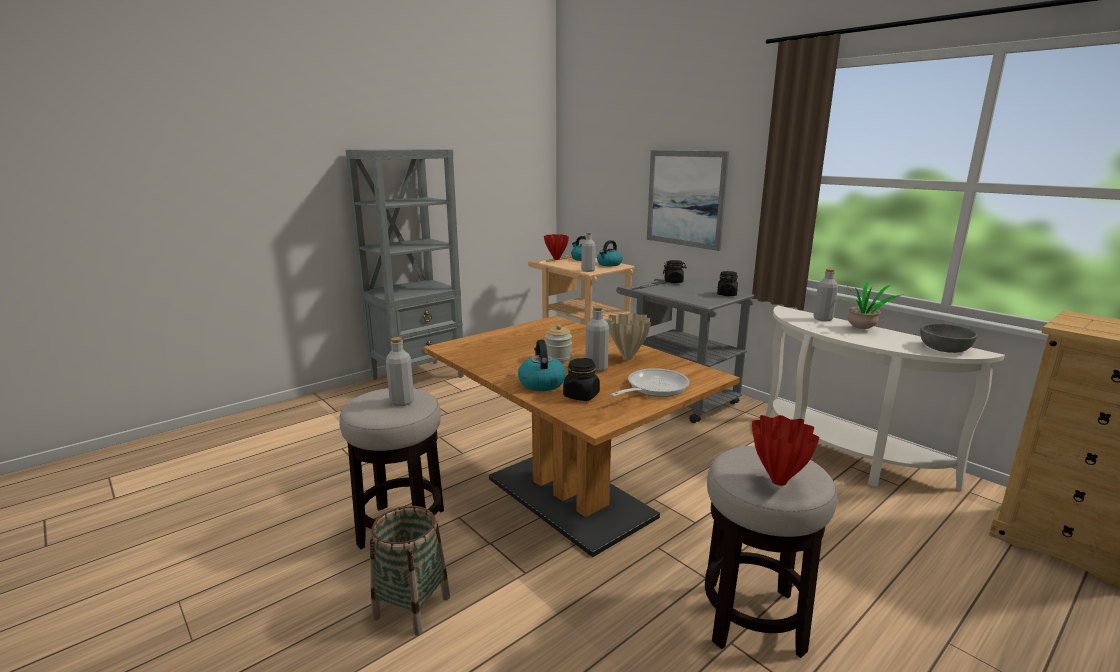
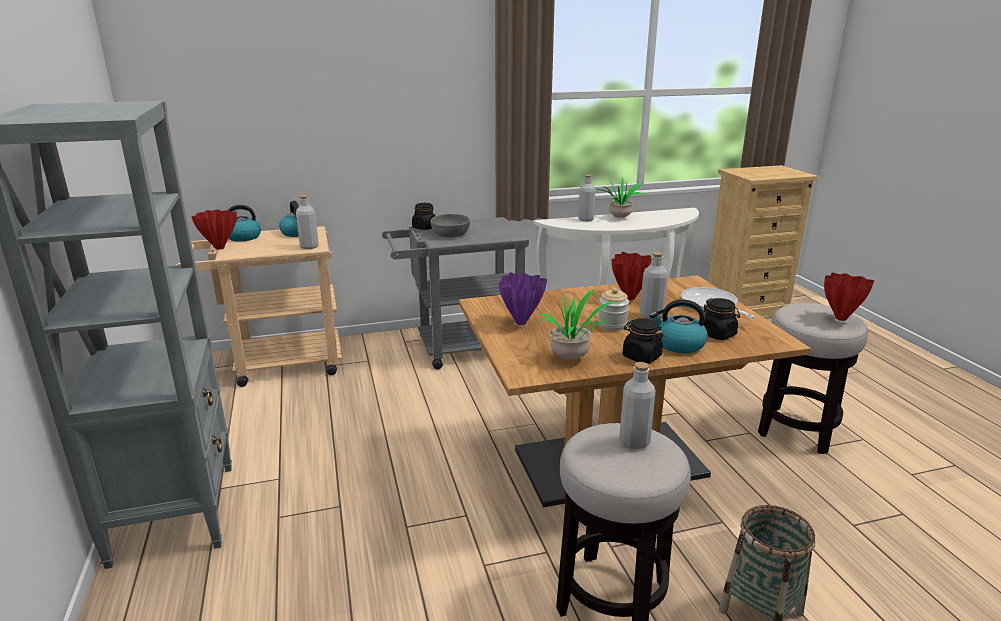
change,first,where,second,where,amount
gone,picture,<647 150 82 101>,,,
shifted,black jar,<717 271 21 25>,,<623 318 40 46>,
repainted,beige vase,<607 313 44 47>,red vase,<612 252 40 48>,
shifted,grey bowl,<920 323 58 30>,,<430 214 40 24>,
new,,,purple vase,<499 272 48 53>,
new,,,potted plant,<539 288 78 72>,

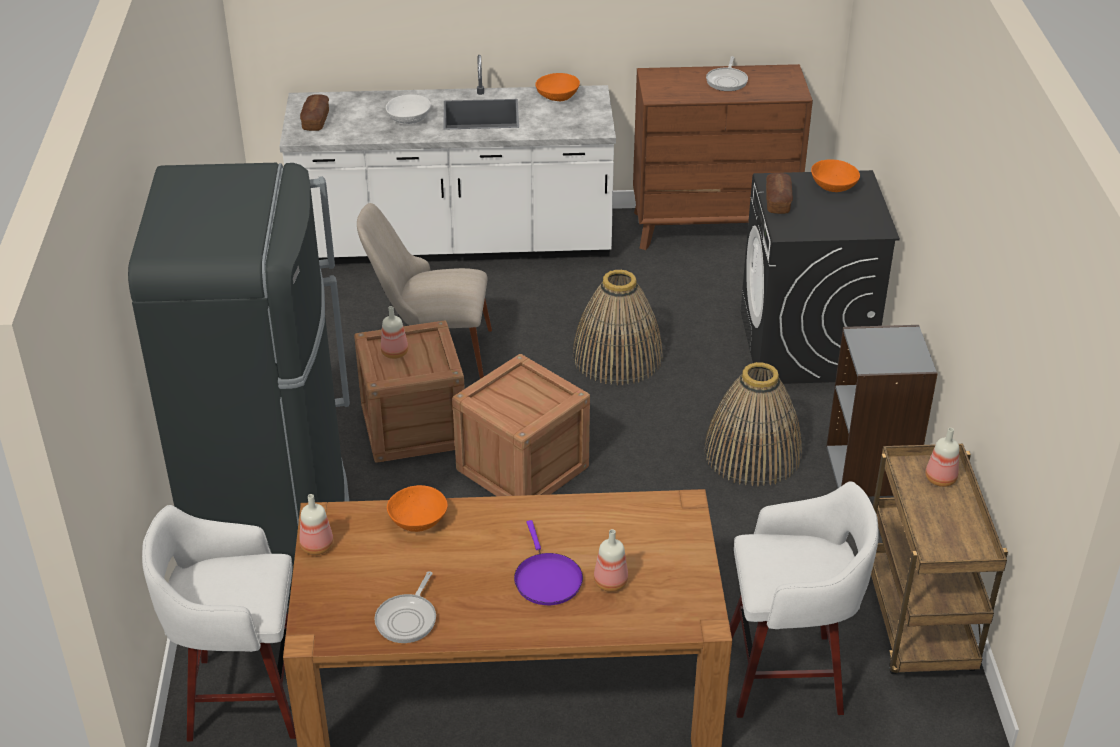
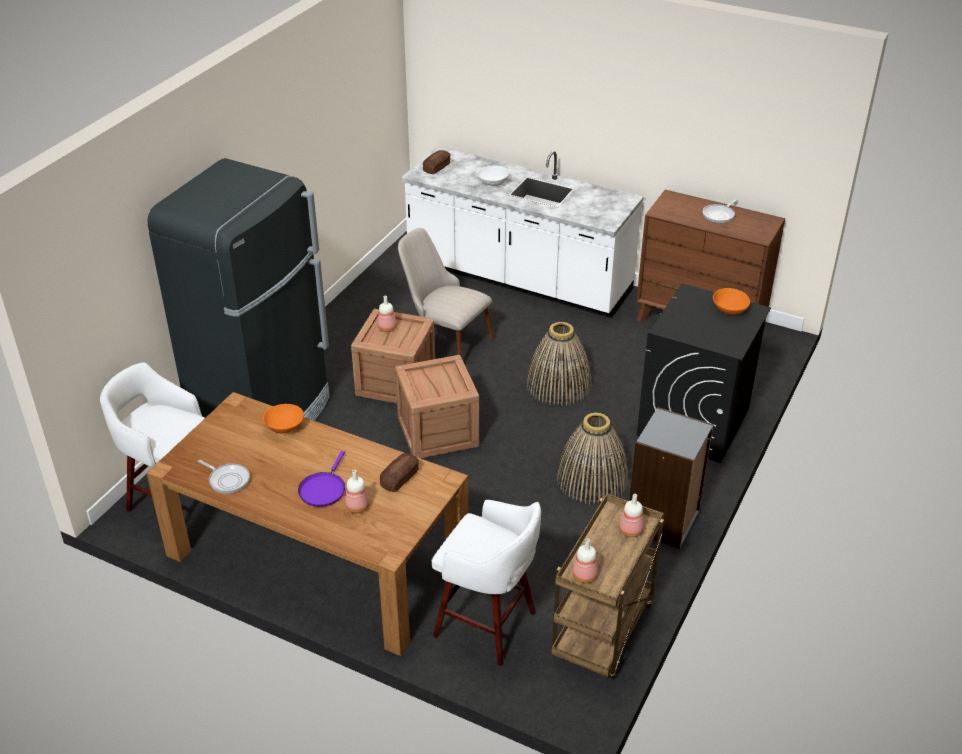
change,first,where,second,where,amount
gone,orange bowl,<535 73 45 28>,,,
shifted,bread,<766 173 27 41>,,<380 453 39 39>,
shifted,bottle,<299 494 35 61>,,<572 538 26 45>,
rotated,frying pan,<374 571 62 72>,,<198 460 52 34>,105 degrees counterclockwise

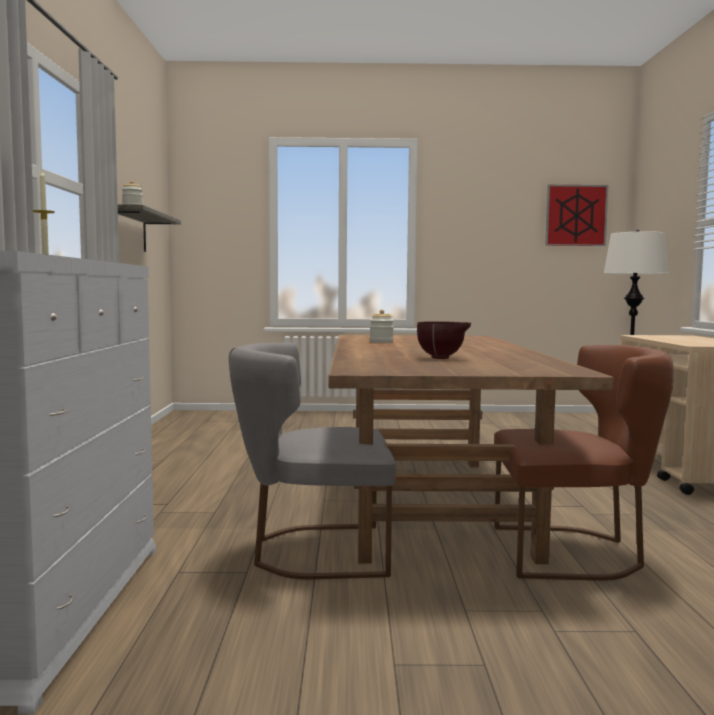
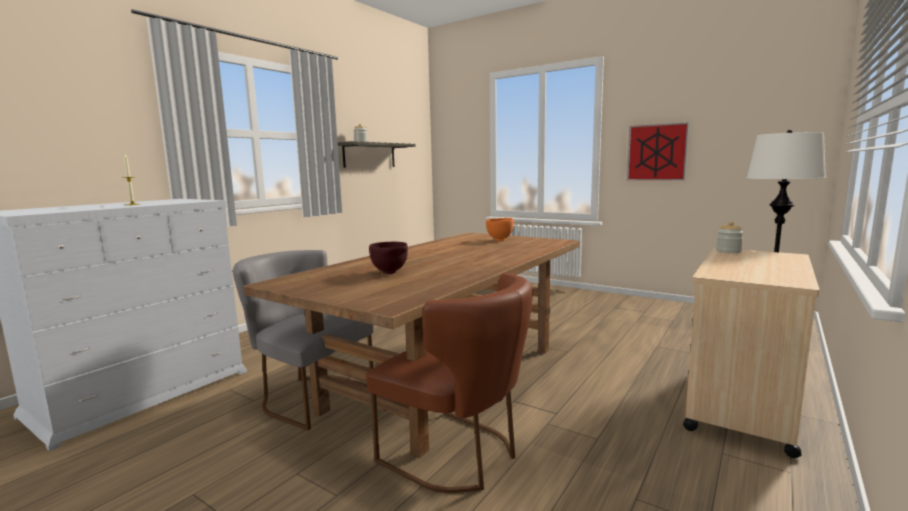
change,first,where,second,where,amount
shifted,picture,<545 185 63 61>,,<627 122 62 58>,
shifted,jar,<370 309 24 34>,,<716 222 27 31>,
new,,,orange bowl,<486 218 27 23>,

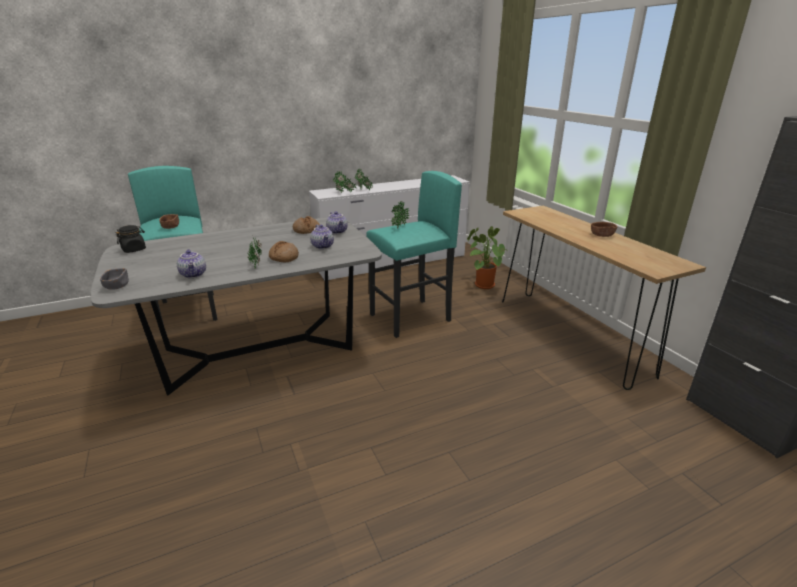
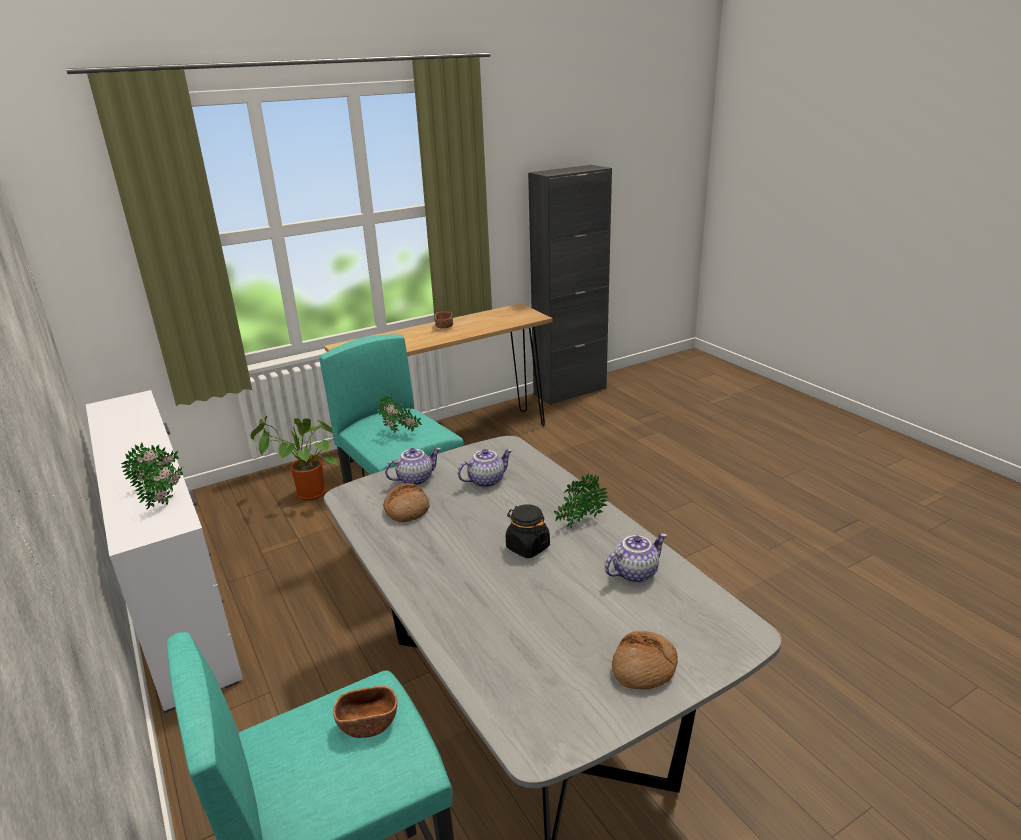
change,first,where,second,where,amount
shifted,black jar,<116 225 30 28>,,<506 504 44 54>,
shifted,bread,<269 241 30 21>,,<612 631 66 59>,
gone,grey bowl,<100 268 29 22>,,,

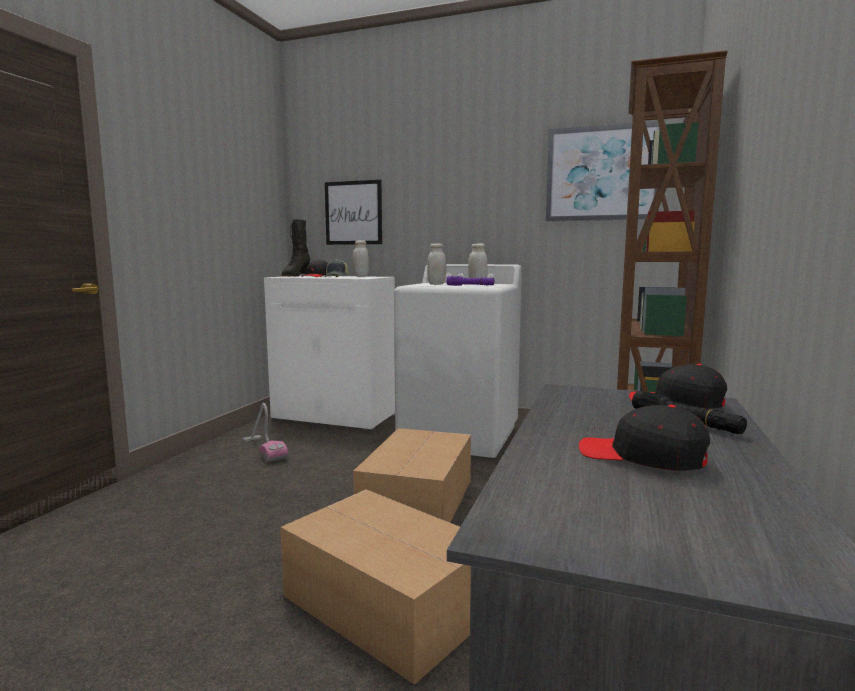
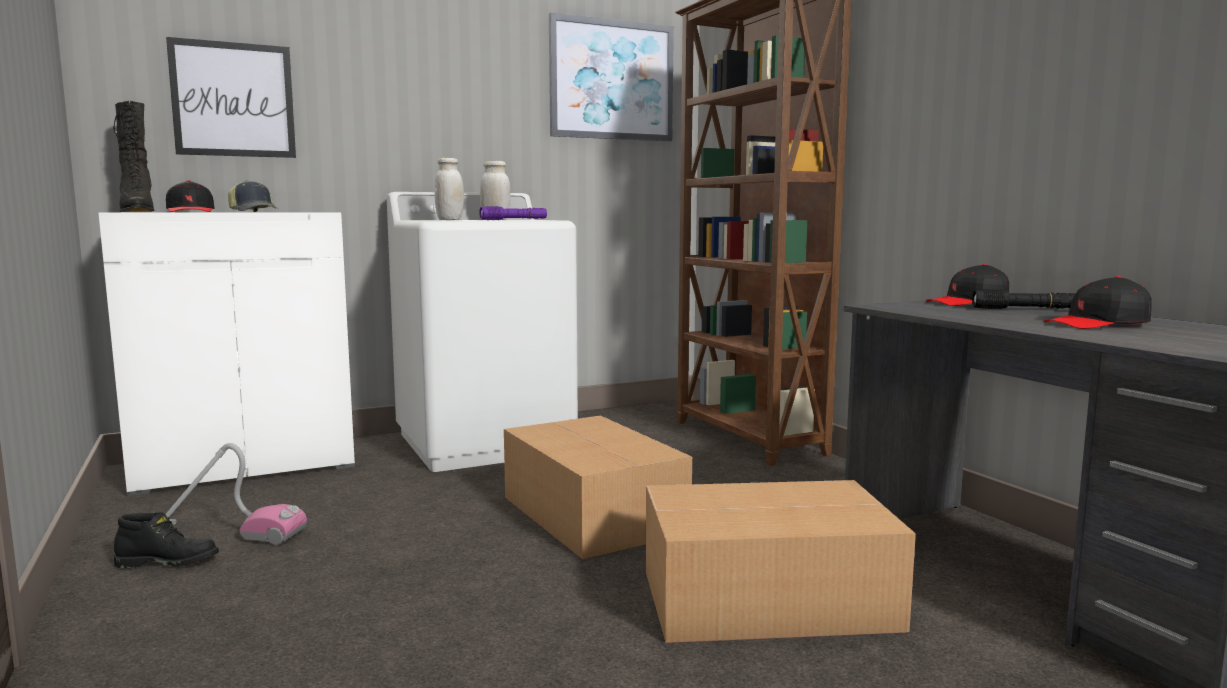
change,first,where,second,where,amount
gone,white jar,<353 240 16 37>,,,
new,,,black boot,<114 512 105 56>,

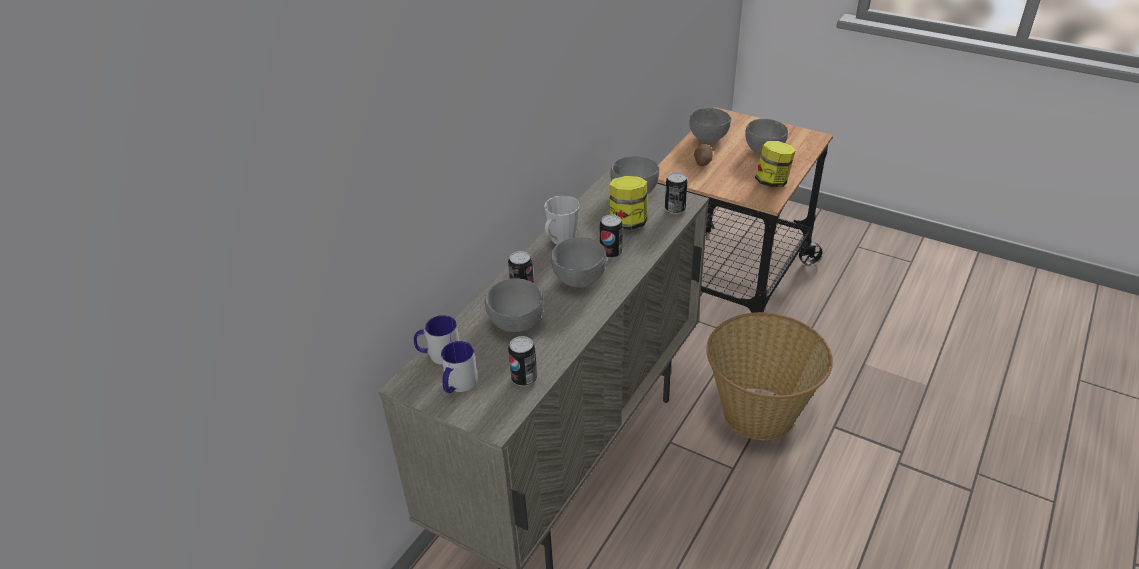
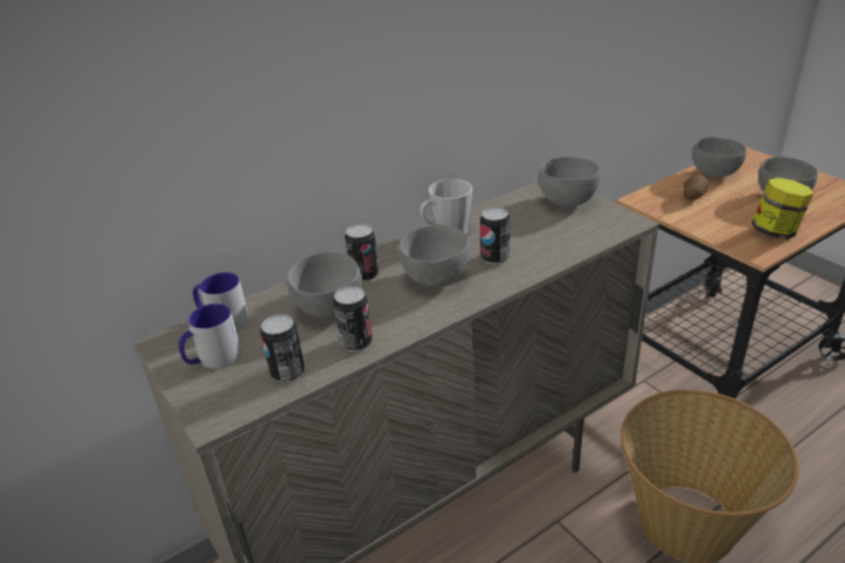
change,first,where,second,where,amount
shifted,can,<665 172 23 42>,,<333 286 39 66>,
gone,jar,<609 176 38 54>,,,

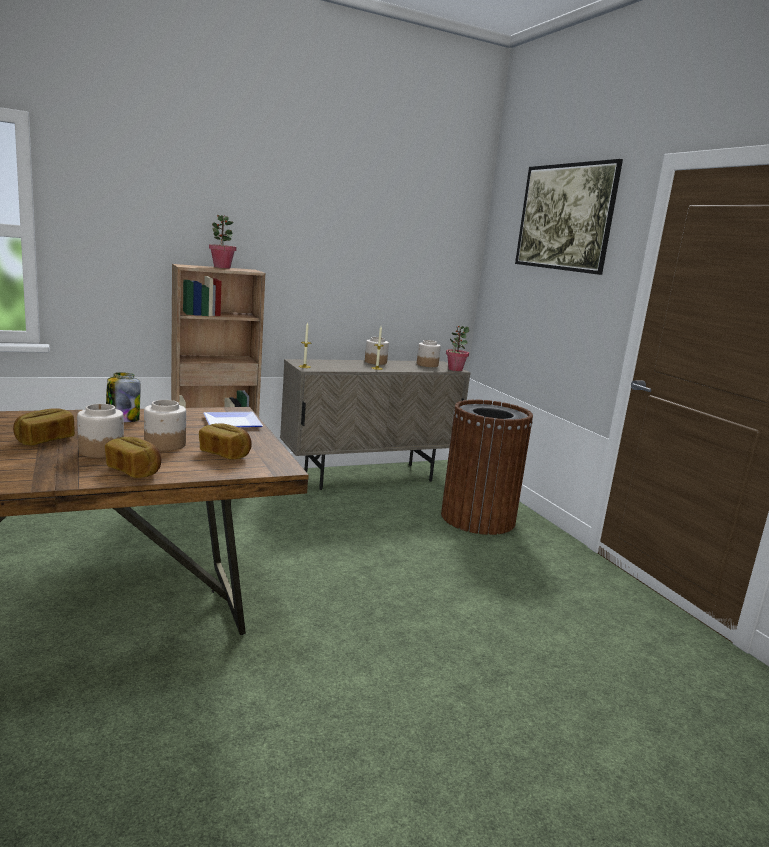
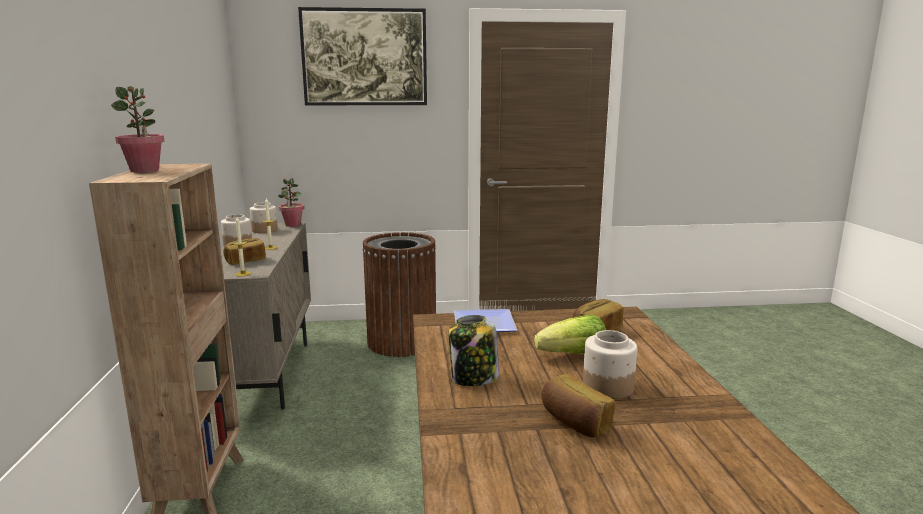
change,first,where,second,where,amount
swapped,jar,<144 400 42 51>,lettuce,<534 314 72 40>,
shifted,bread,<105 437 56 41>,,<223 238 43 27>,

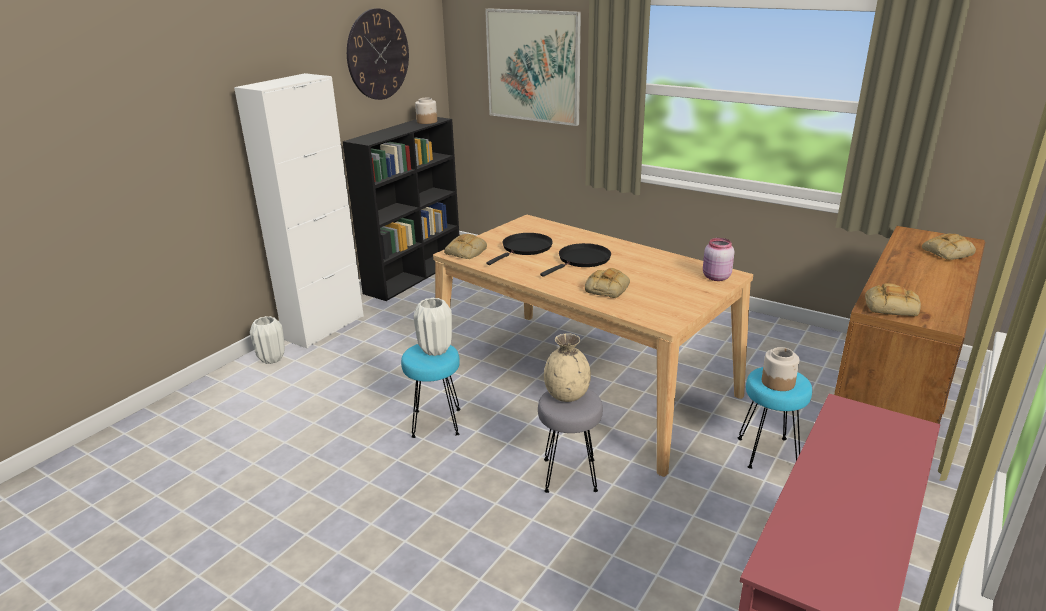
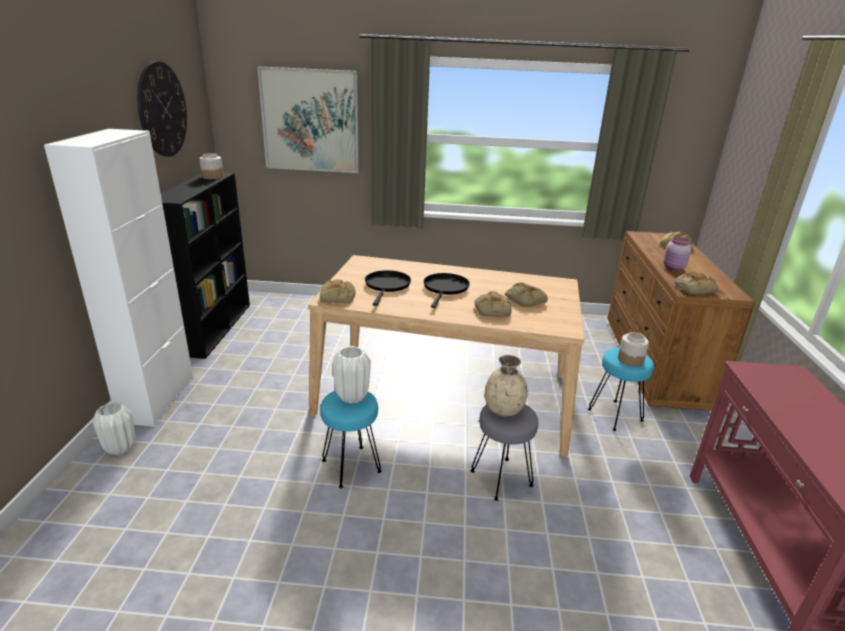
change,first,where,second,where,amount
shifted,pink jar,<703 238 31 43>,,<664 237 27 34>,
new,,,bread,<505 282 43 25>,

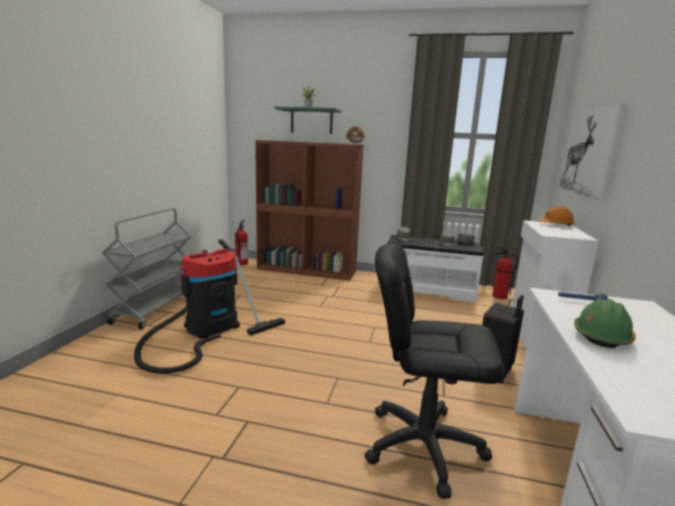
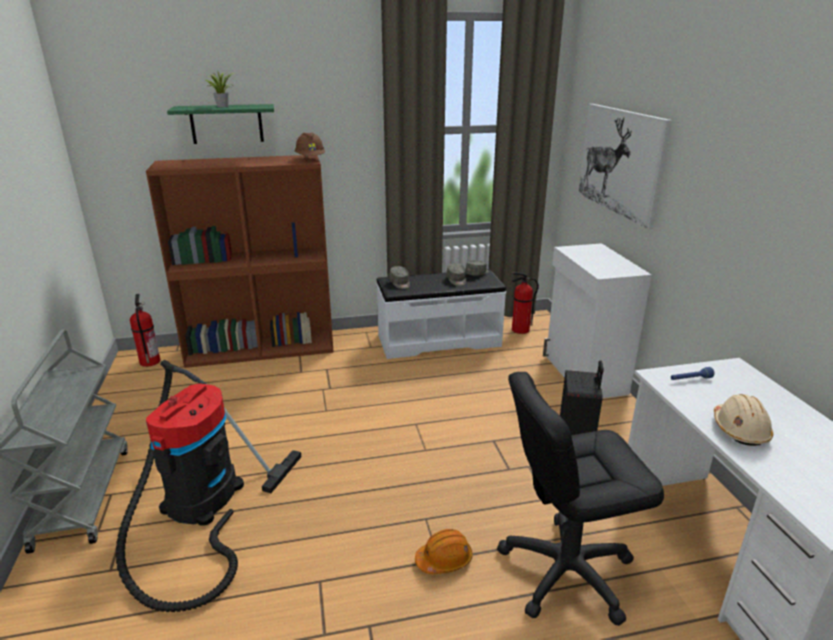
change,first,where,second,where,amount
shifted,orange hard hat,<538 206 37 20>,,<415 529 58 45>,
repainted,green hard hat,<574 299 62 49>,beige hard hat,<714 394 59 52>,

